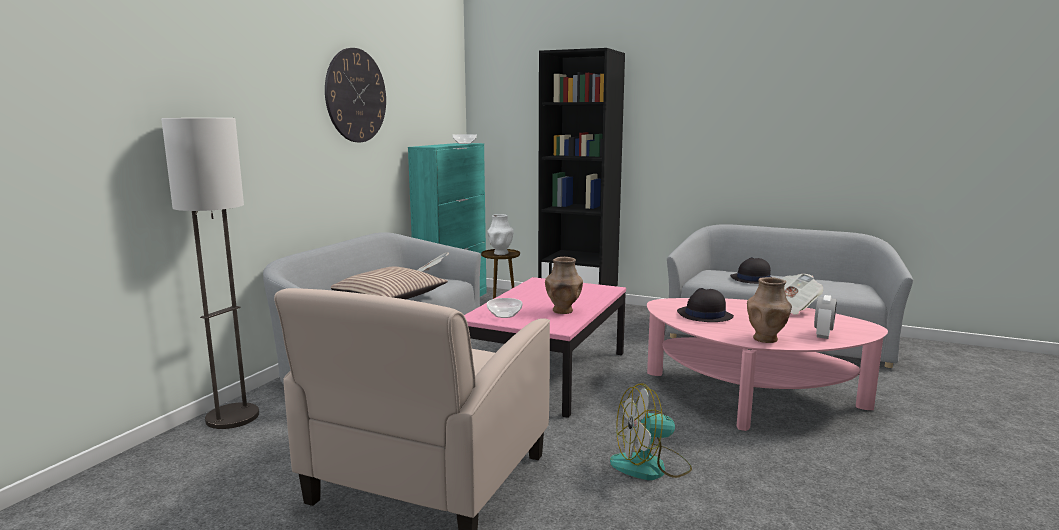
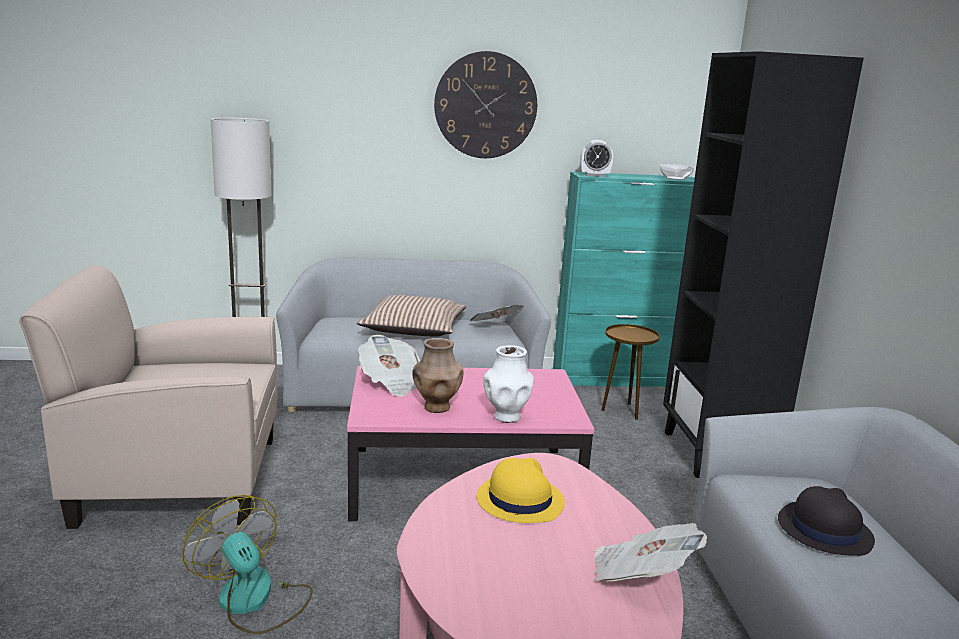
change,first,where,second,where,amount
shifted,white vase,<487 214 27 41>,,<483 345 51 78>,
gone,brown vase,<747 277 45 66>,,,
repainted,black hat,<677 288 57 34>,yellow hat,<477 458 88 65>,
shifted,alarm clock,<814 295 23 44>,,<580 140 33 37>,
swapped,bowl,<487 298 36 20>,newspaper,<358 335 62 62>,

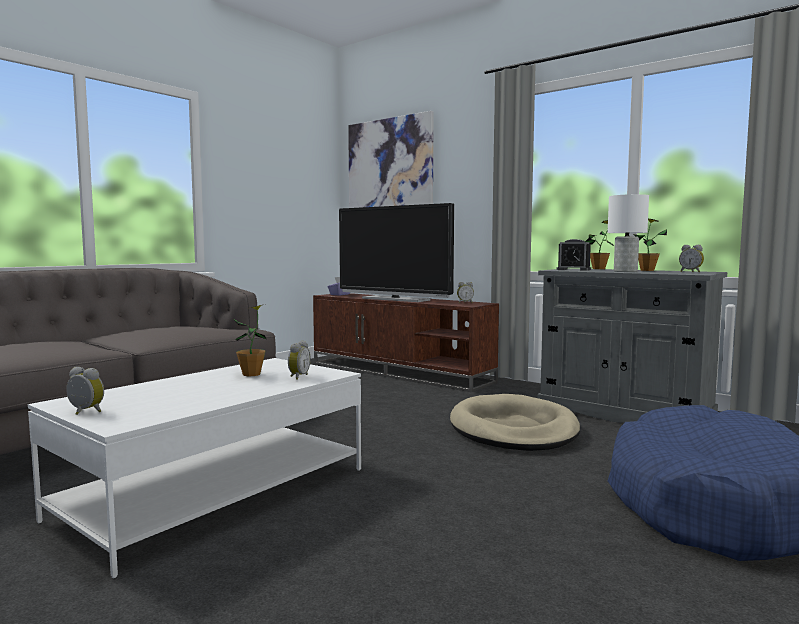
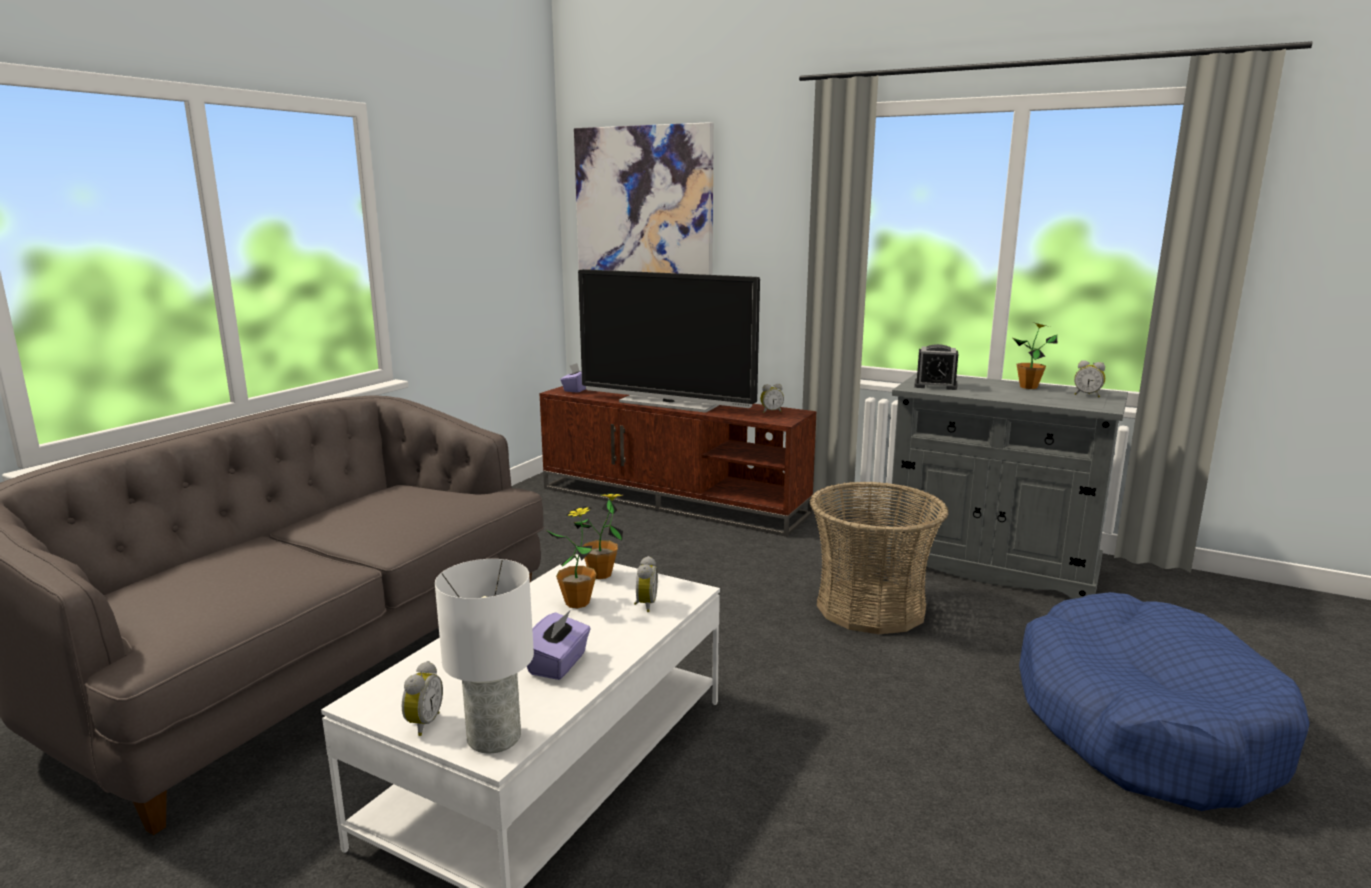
change,first,where,second,where,amount
shifted,white table lamp,<608 194 41 78>,,<435 559 99 194>,
shifted,potted plant,<585 220 29 49>,,<574 494 50 85>,
rotated,alarm clock,<66 367 38 48>,,<402 661 41 75>,90 degrees clockwise
swapped,beige dog bed,<450 394 130 57>,basket,<810 481 138 153>,
new,,,purple tissue box,<527 611 64 69>,

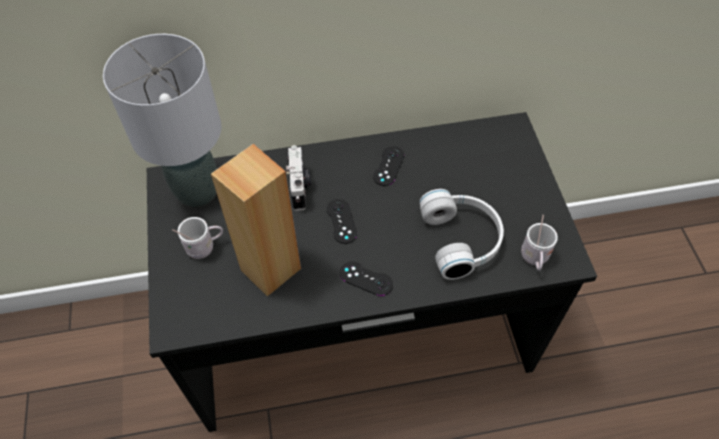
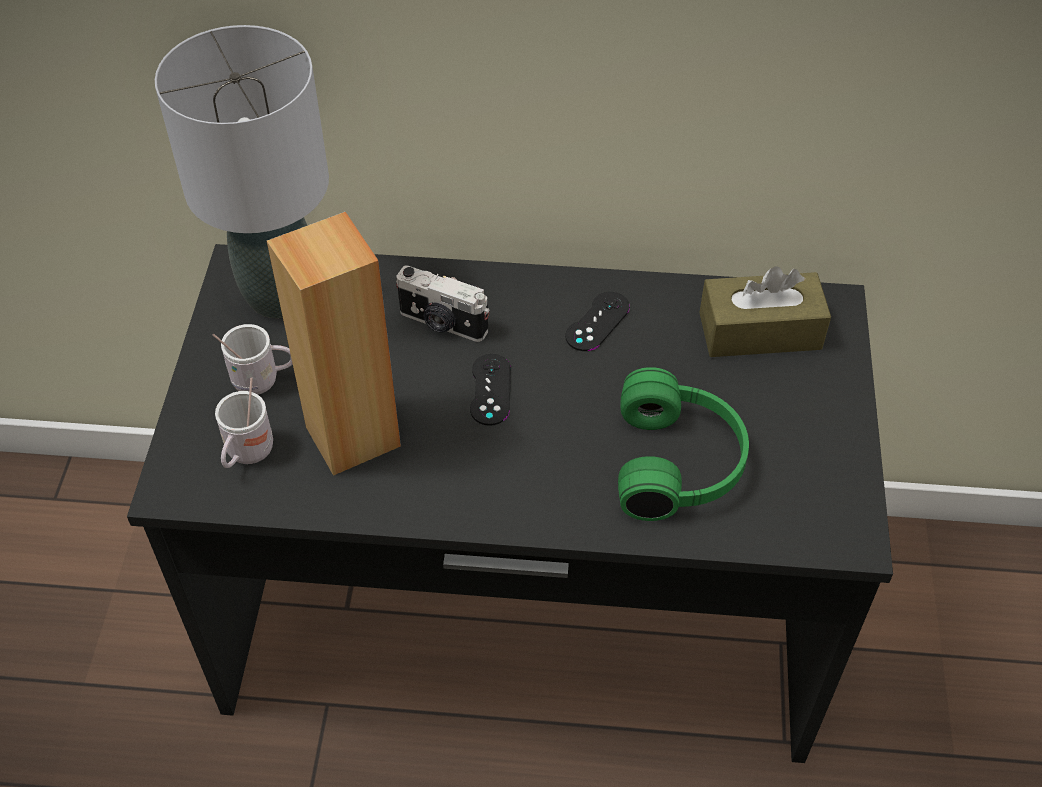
change,first,where,second,where,amount
rotated,photo camera,<286 145 25 66>,,<396 265 94 77>,105 degrees clockwise
repainted,white headphones,<420 189 84 91>,green headphones,<618 367 131 154>,
shifted,white mug,<521 215 37 56>,,<215 377 58 91>,
gone,black game controller,<340 262 53 34>,,,
new,,,brown tissue box,<699 266 132 91>,

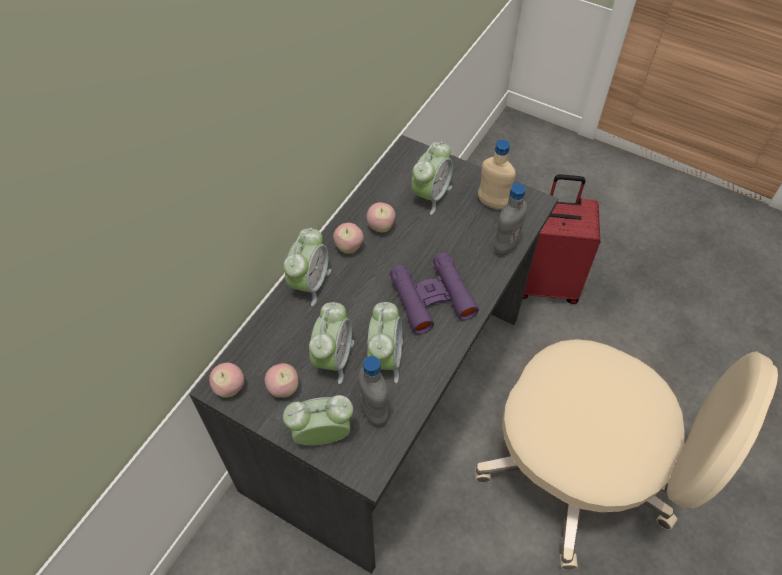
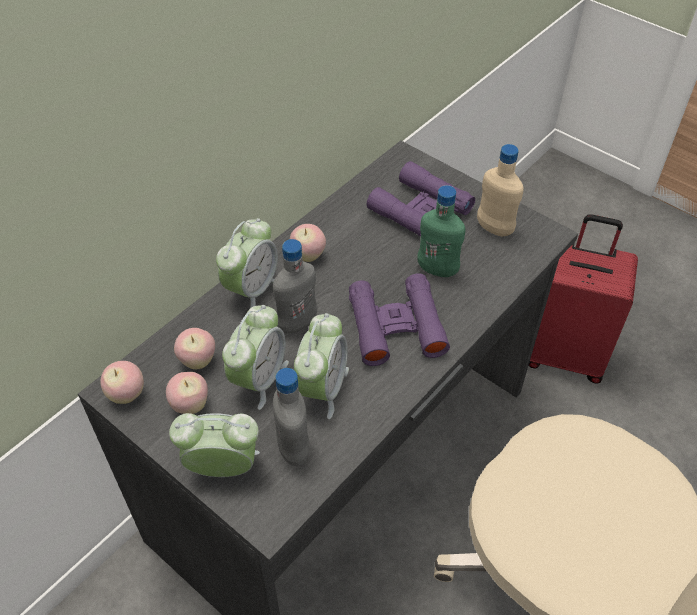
change,first,where,second,where,amount
swapped,alarm clock,<411 141 42 74>,purple binoculars,<367 161 108 76>,
shifted,grey bottle,<494 183 33 71>,,<273 239 44 94>,
shifted,apple,<367 202 28 30>,,<174 328 41 41>,
new,,,green bottle,<418 185 47 92>,

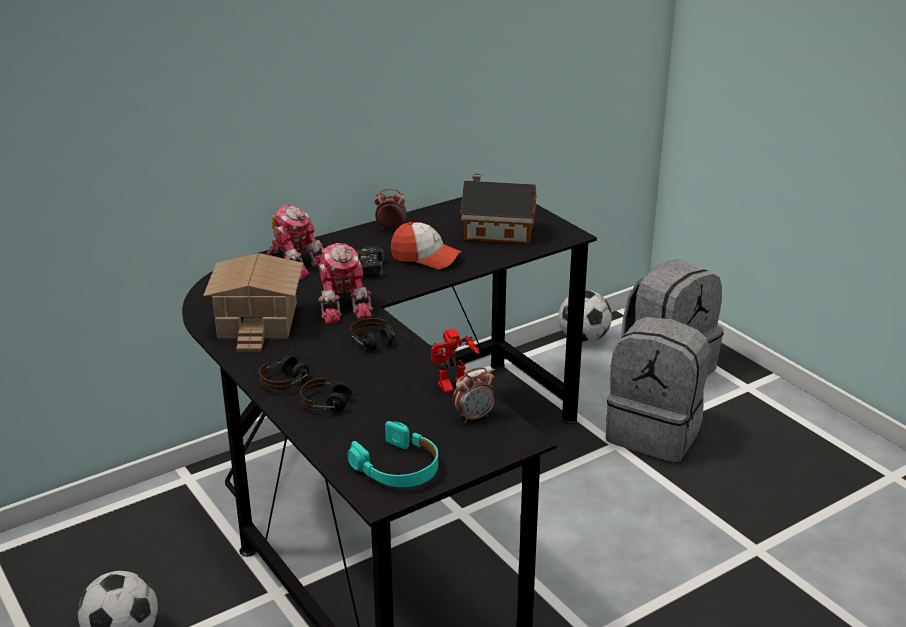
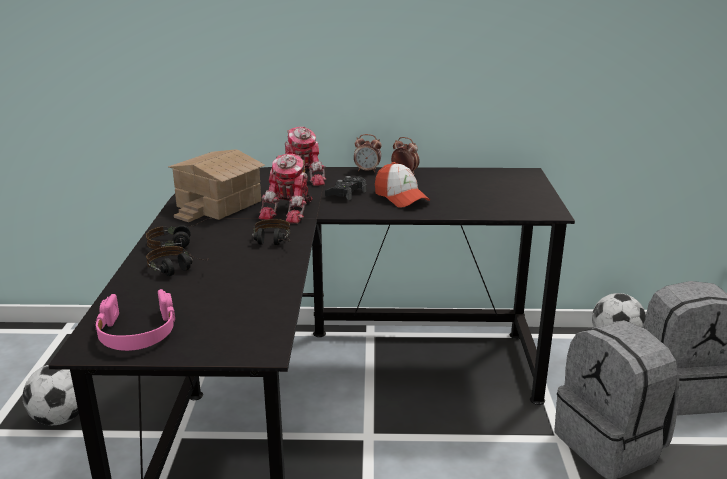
change,first,where,second,where,amount
gone,toy house,<460 173 77 71>,,,
gone,toy robot,<429 329 50 65>,,,
shifted,alarm clock,<453 367 43 56>,,<354 134 28 38>,
repainted,turquoise headphones,<348 421 90 66>,pink headphones,<95 289 80 62>,

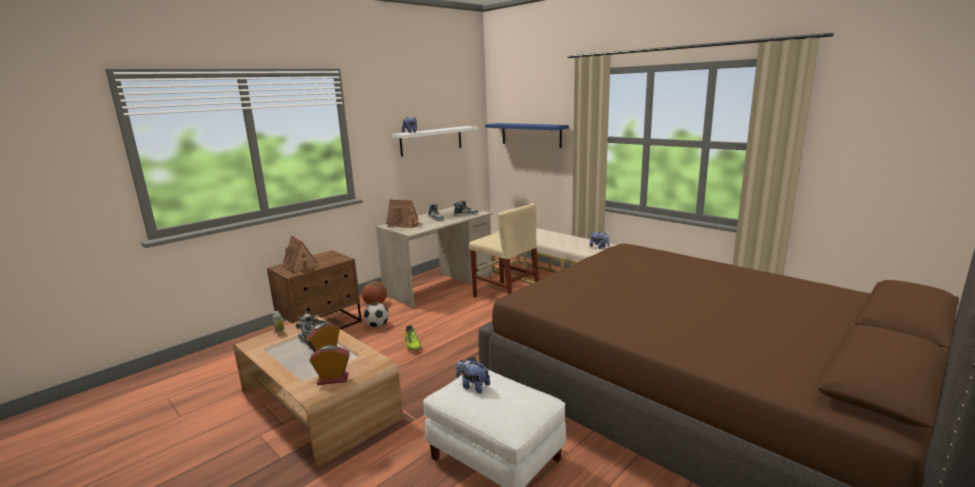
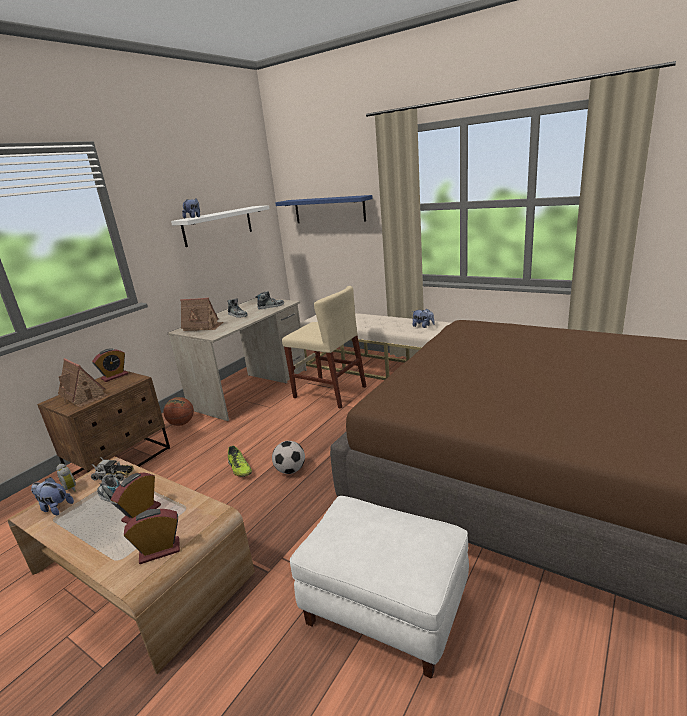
change,first,where,second,where,amount
shifted,football,<363 303 26 25>,,<272 441 33 33>,
shifted,plush toy,<456 357 34 37>,,<31 477 43 38>,
new,,,alarm clock,<92 348 36 34>,

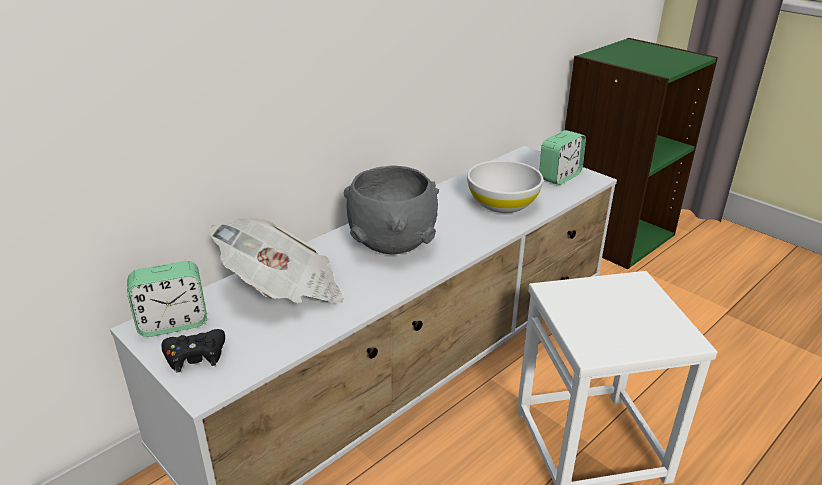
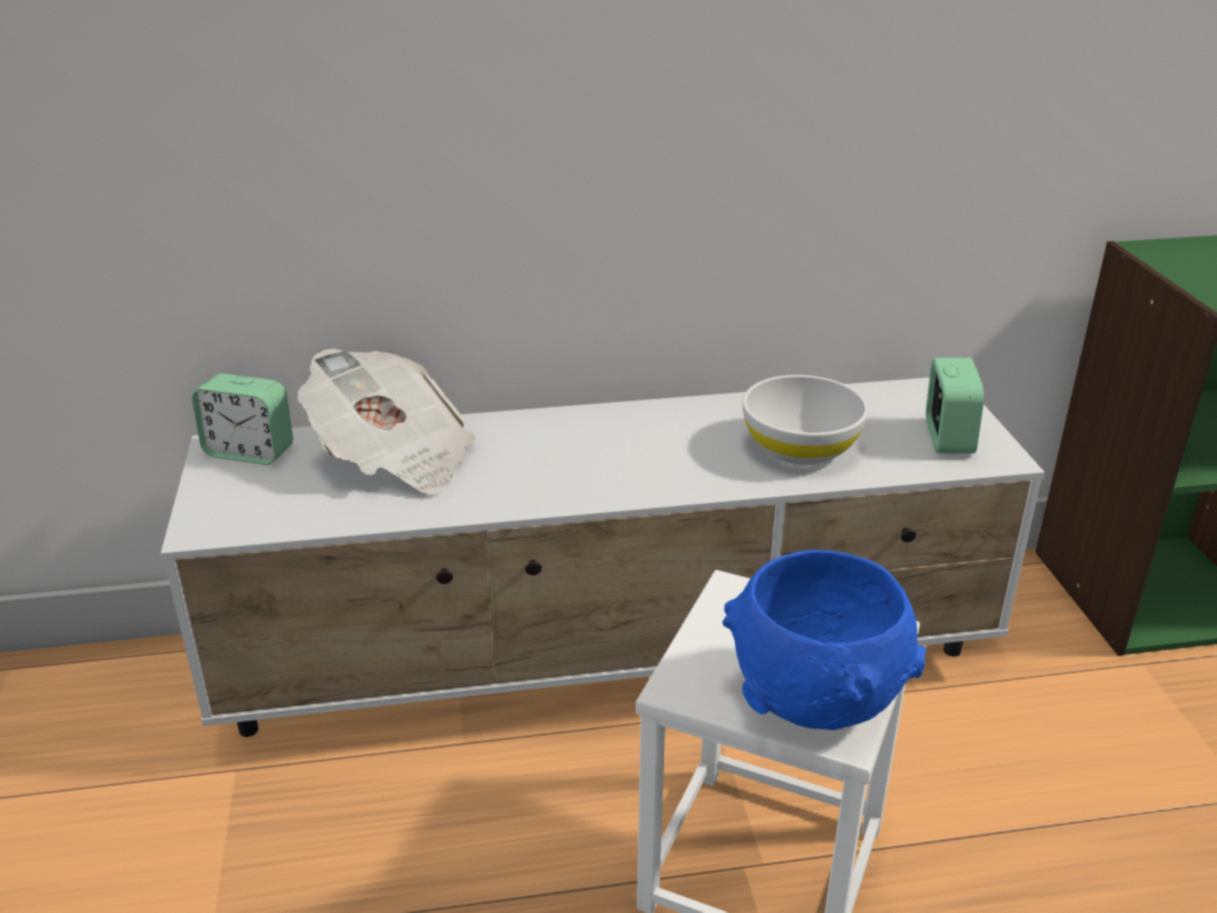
change,first,where,second,where,amount
rotated,alarm clock,<539 130 47 55>,,<926 357 58 97>,75 degrees counterclockwise
gone,grey bowl,<344 165 95 89>,,,
gone,black game controller,<162 329 63 43>,,,
new,,,blue bowl,<722 549 204 181>,

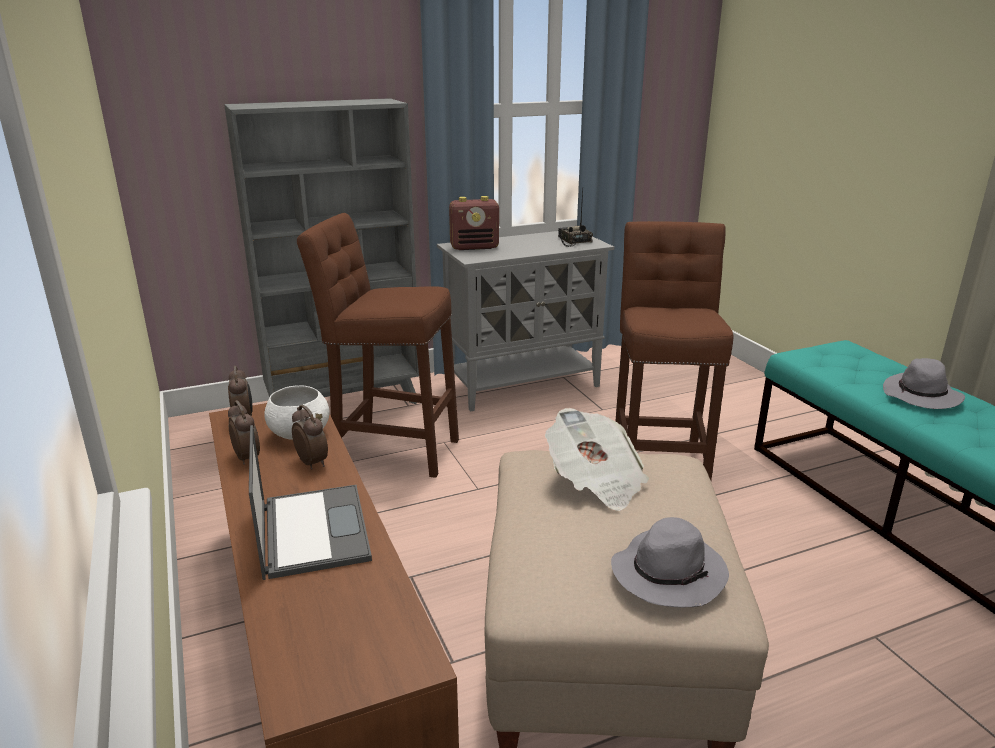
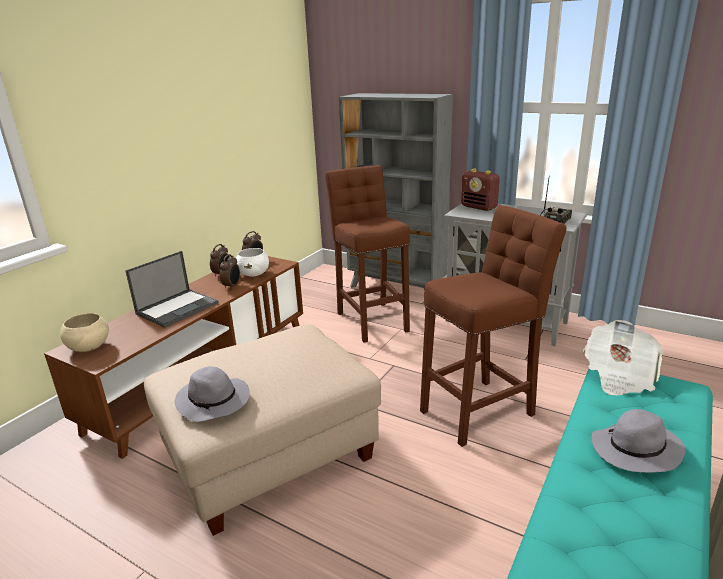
change,first,where,second,where,amount
shifted,newspaper,<545 408 104 103>,,<583 320 80 75>,
new,,,beige bowl,<60 313 49 39>,

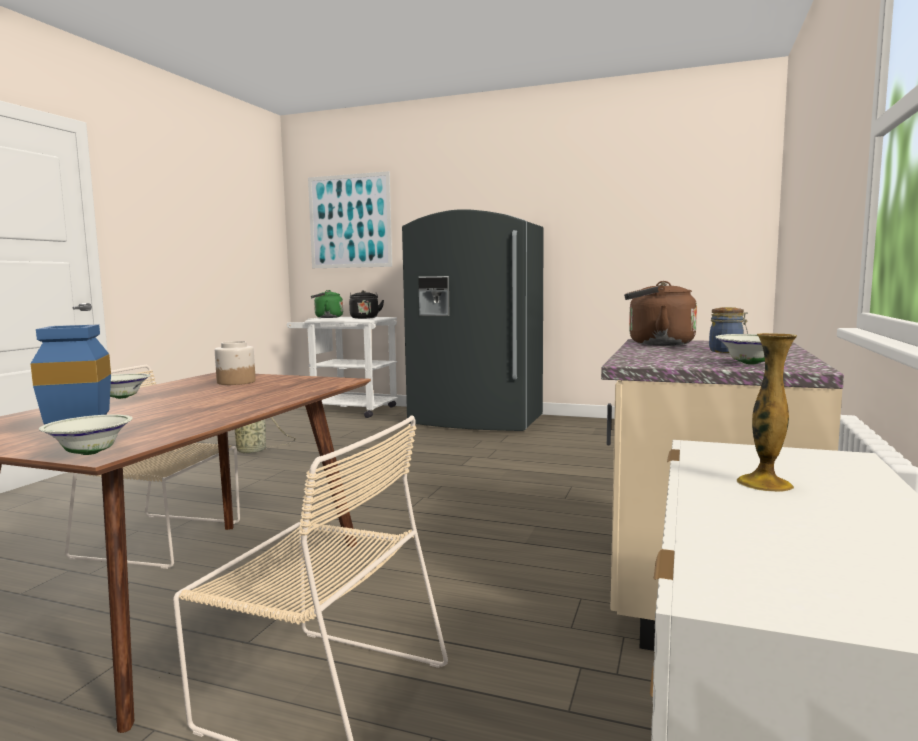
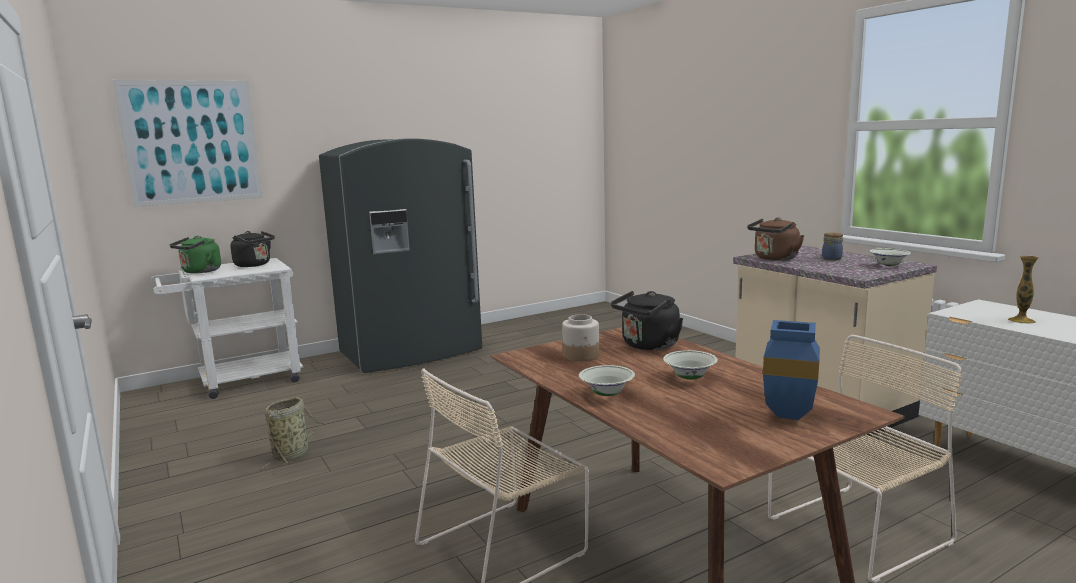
change,first,where,second,where,amount
shifted,white bowl,<39 414 94 41>,,<663 350 55 30>,
new,,,black kettle,<611 291 72 59>,

